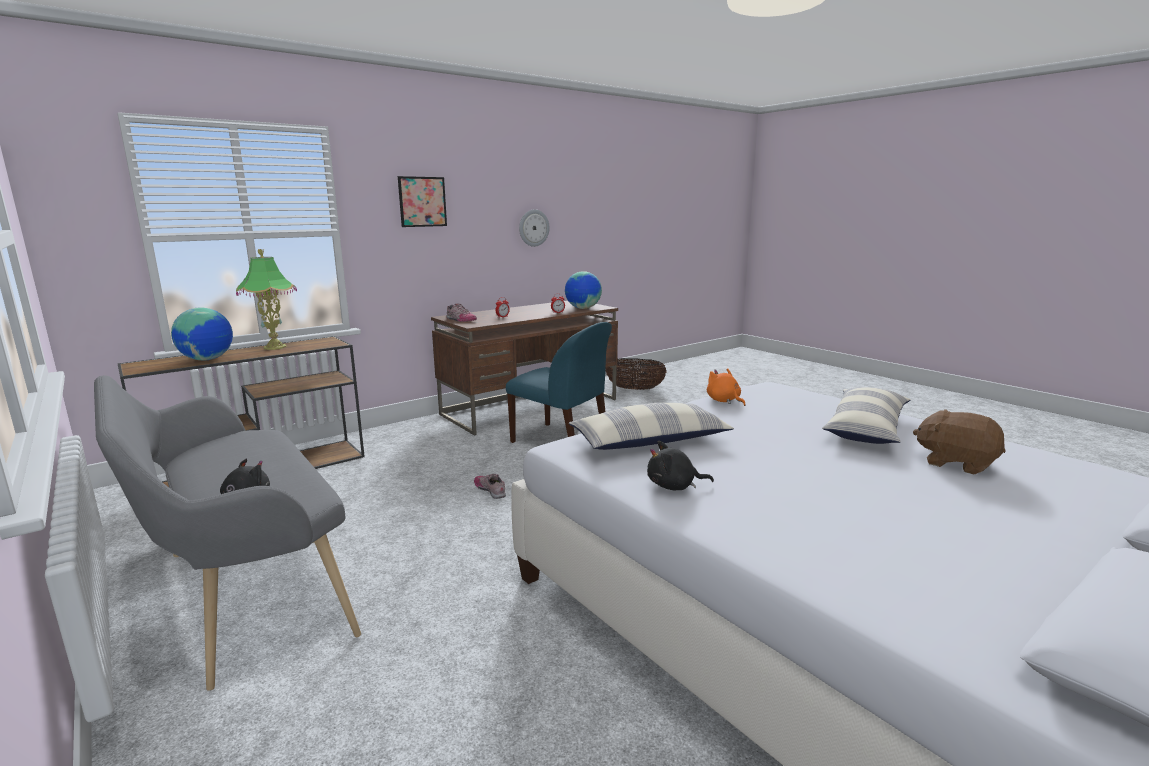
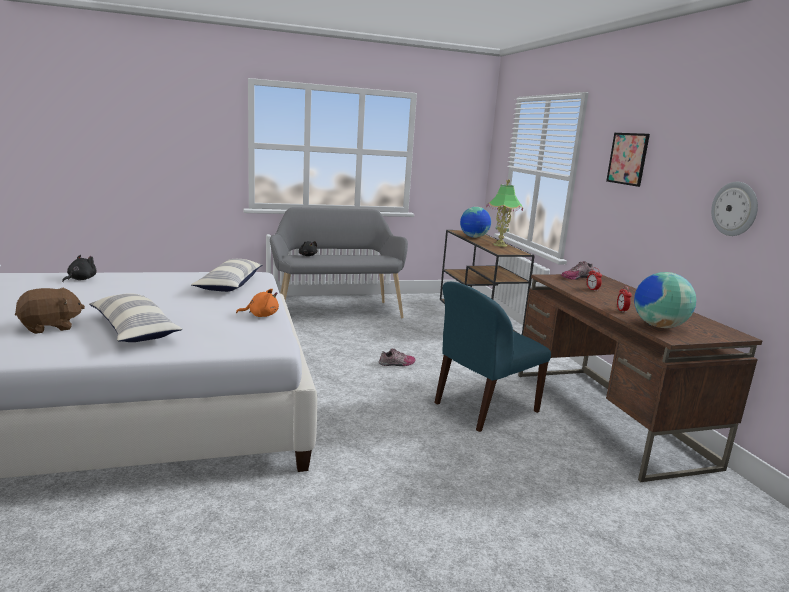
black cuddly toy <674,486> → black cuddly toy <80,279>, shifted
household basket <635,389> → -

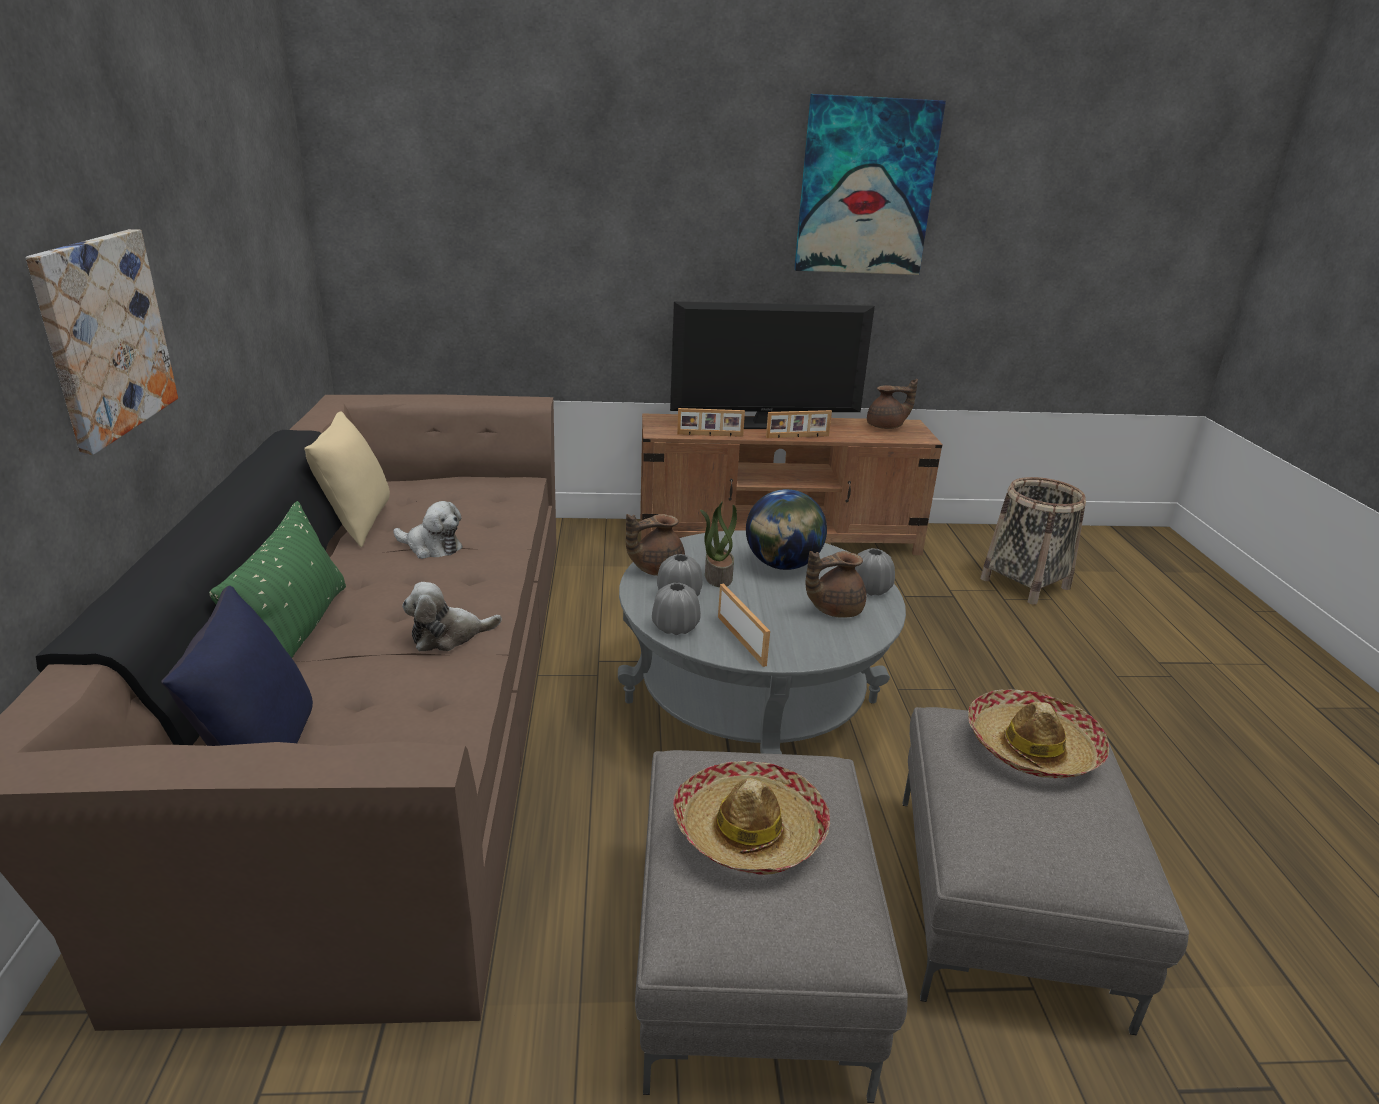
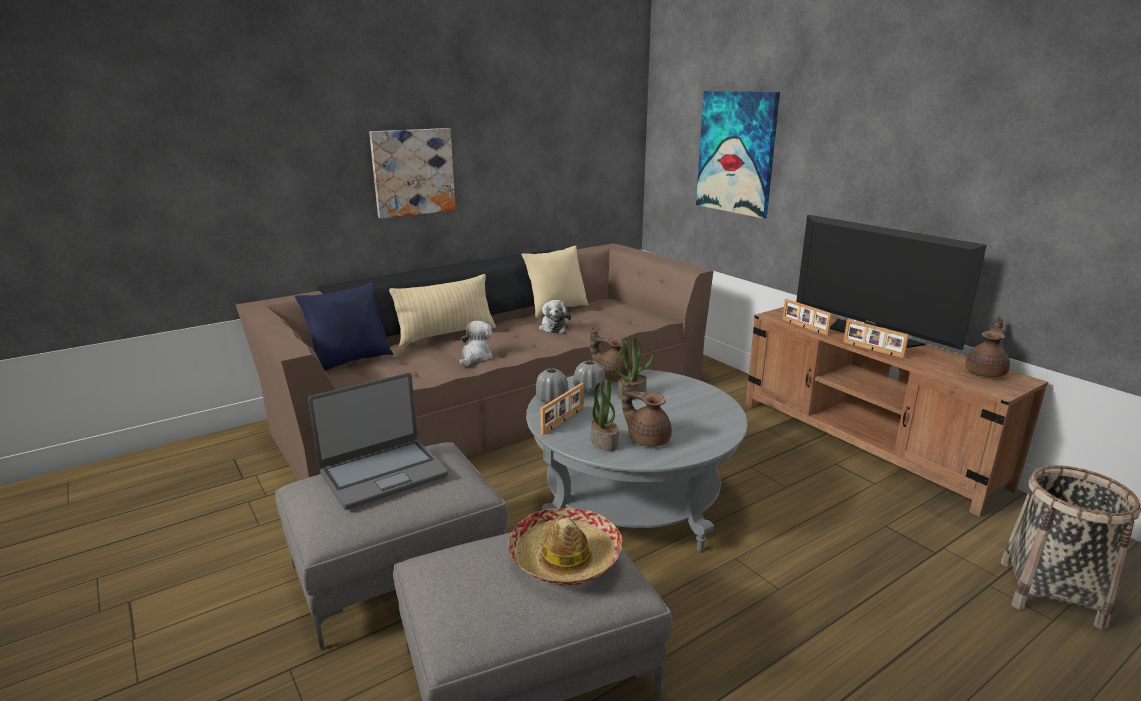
clothing hat <749,830> → laptop <383,474>
greenish cushion <296,634> → sand-coloured cushion <446,334>
cuddly toy <448,636> → cuddly toy <475,357>, 75 degrees clockwise
- → houseplant <603,442>
wall art <866,187> → wall art <736,153>, shifted
brown teapot <886,426> → brown teapot <986,372>, 105 degrees counterclockwise
desk globe <782,565> → -
gray vase <869,589> → -

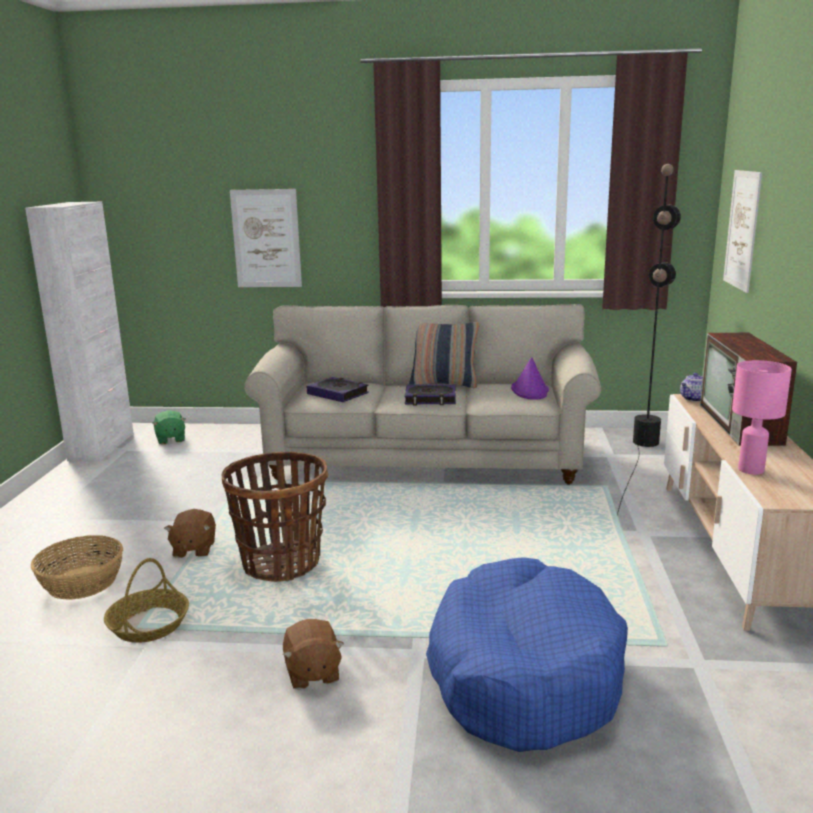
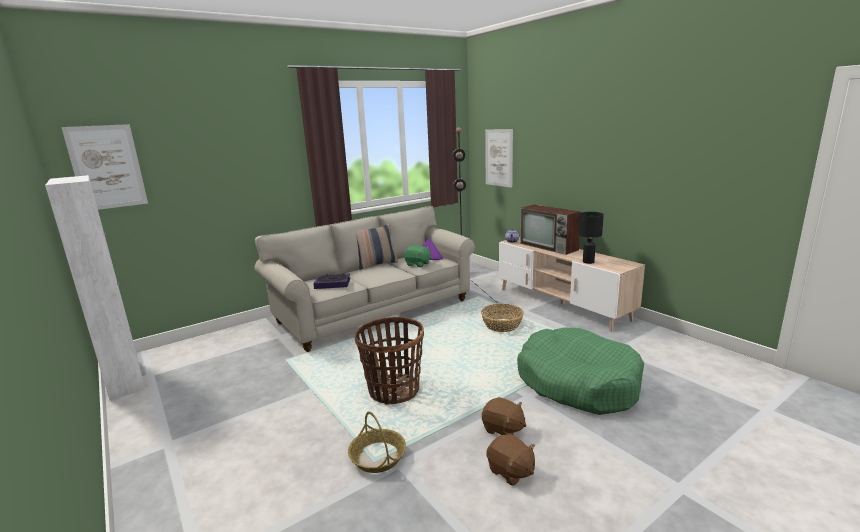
wall art <266,238> → wall art <107,167>, shifted
greenish cuddly toy <170,439> → greenish cuddly toy <418,264>, shifted
household basket <82,582> → household basket <501,325>, shifted
brown cuddly toy <193,549> → brown cuddly toy <510,471>, shifted
blue dog cushion <523,673> → greenish dog cushion <577,382>
pink-coloured tabletop lamp <751,469> → black tabletop lamp <588,262>
volume <430,399> → -

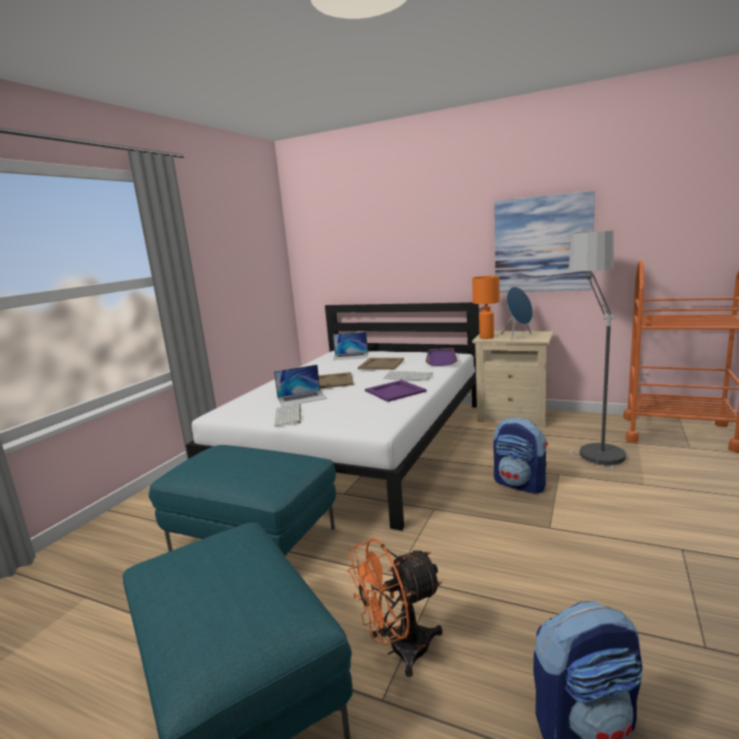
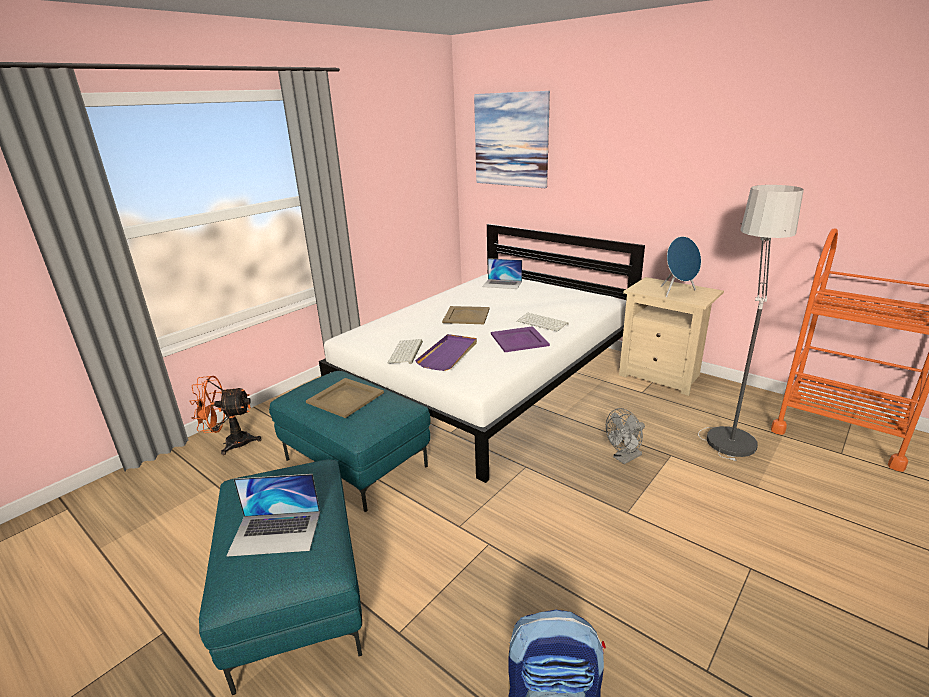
orangey cooling fan <399,650> → orangey cooling fan <231,443>, shifted
laptop <302,398> → laptop <276,532>, shifted
sand-coloured tray <381,364> → sand-coloured tray <346,397>, shifted
purple tray <441,359> → purple tray <448,354>, shifted
wall art <542,244> → wall art <511,140>, shifted
knapsack <520,484> → gray cooling fan <624,458>
orangey tabletop lamp <486,337> → -

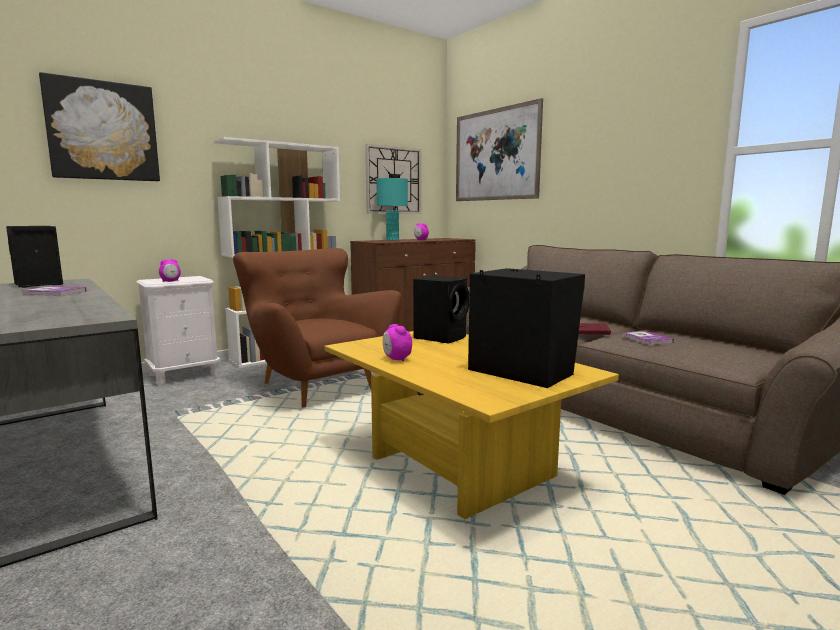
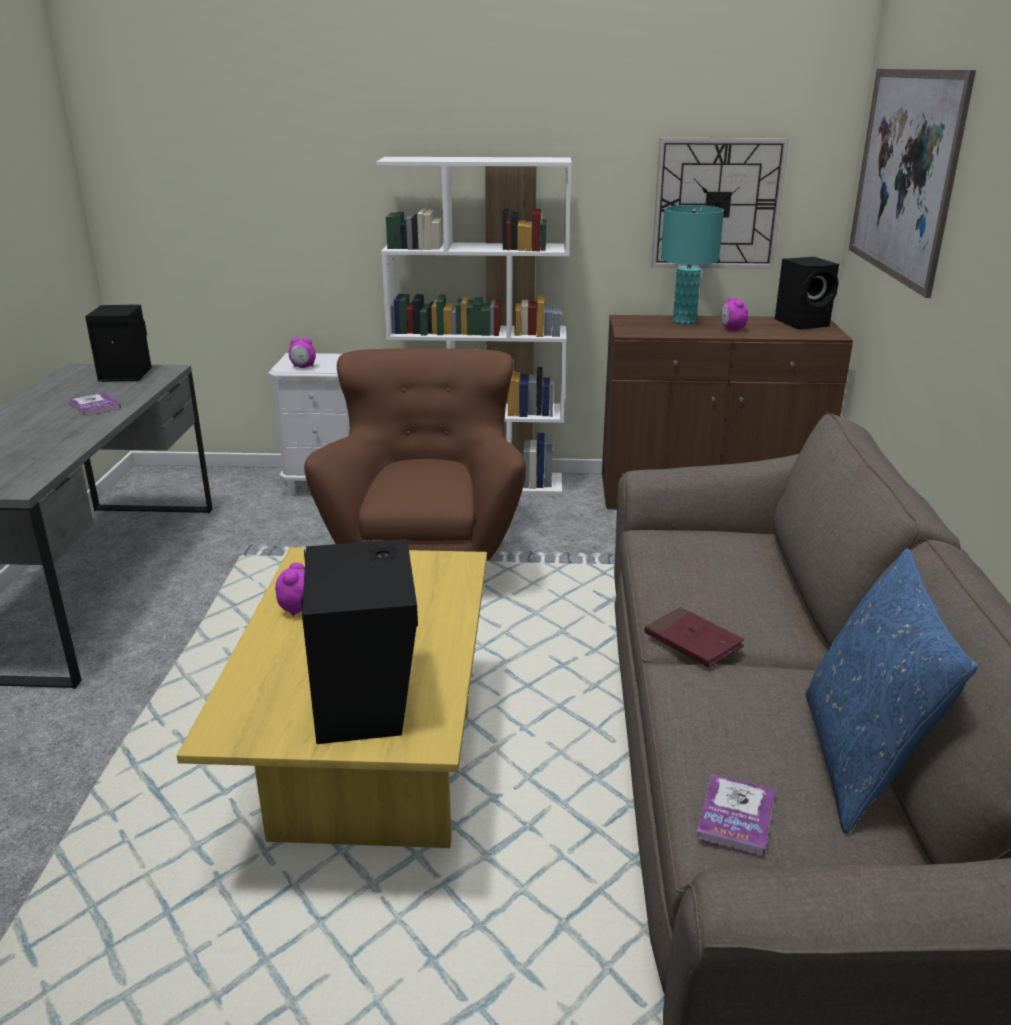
volume <647,339> → volume <736,816>, shifted
black loudspeaker <441,337> → black loudspeaker <803,323>, shifted
- → blue cushion <861,761>
wall art <103,131> → -

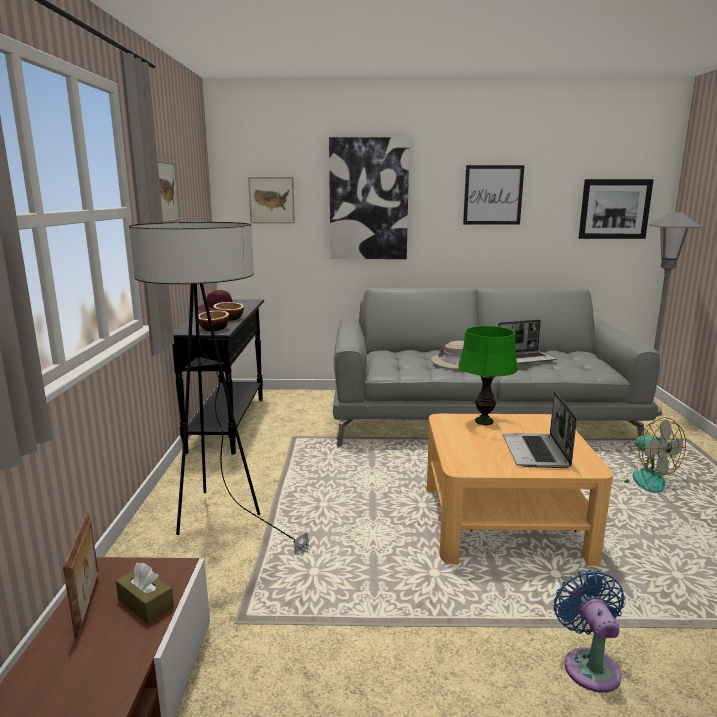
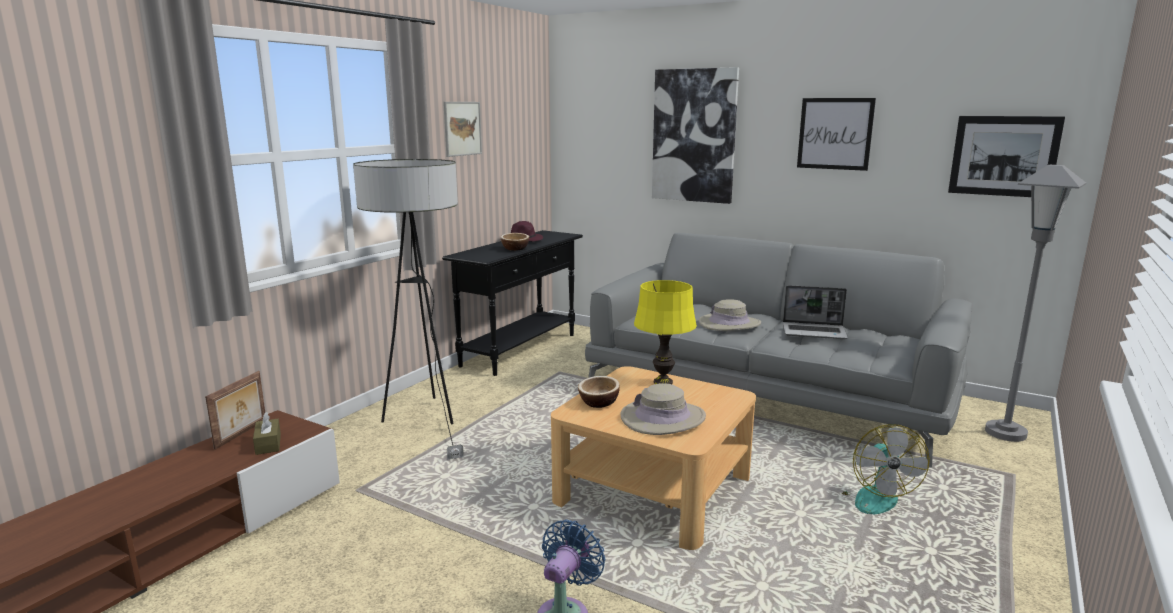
bowl <214,329> → bowl <598,402>, shifted
laptop <536,452> → sand-coloured clothing hat <662,418>
greenish tabletop lamp <484,421> → yellow-coloured tabletop lamp <663,382>
wall art <271,200> → -

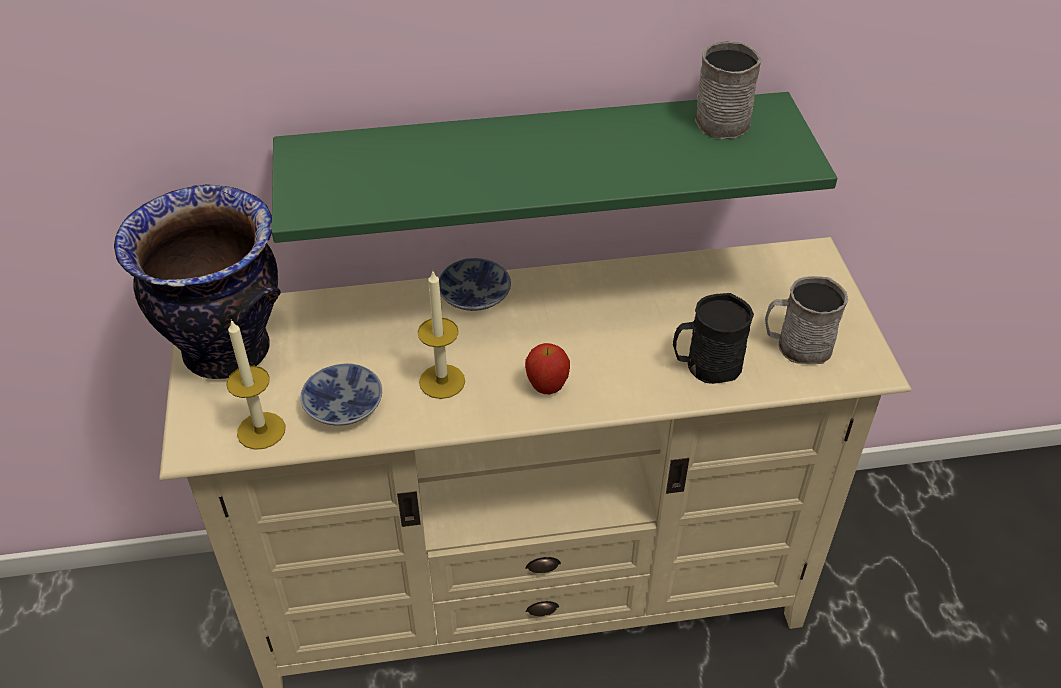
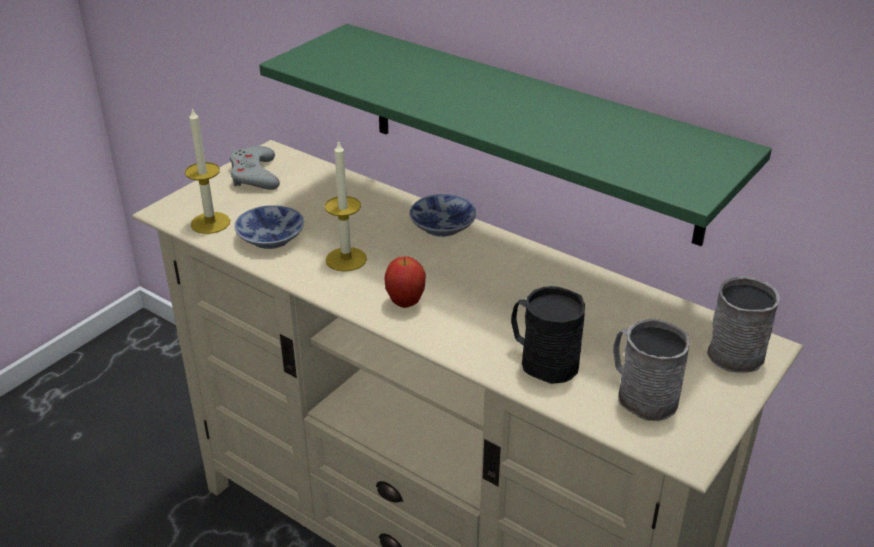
vase <225,352> → gray game controller <255,175>
gray mug <720,117> → gray mug <739,350>, shifted

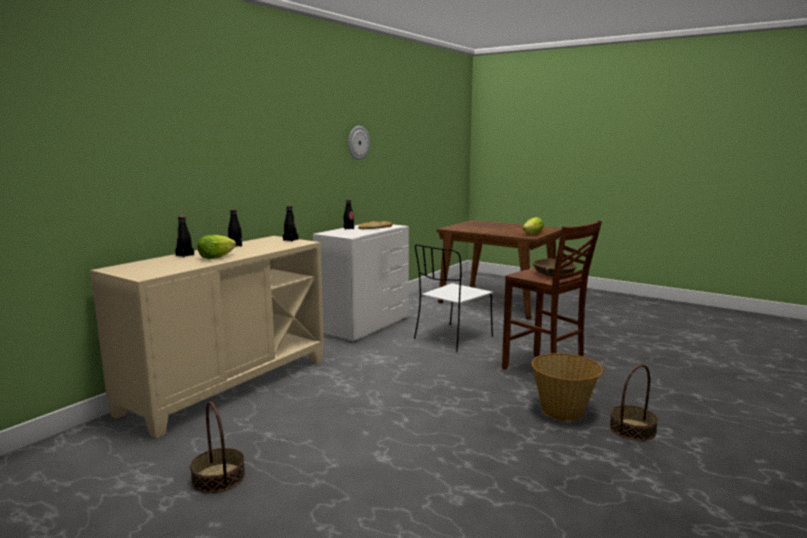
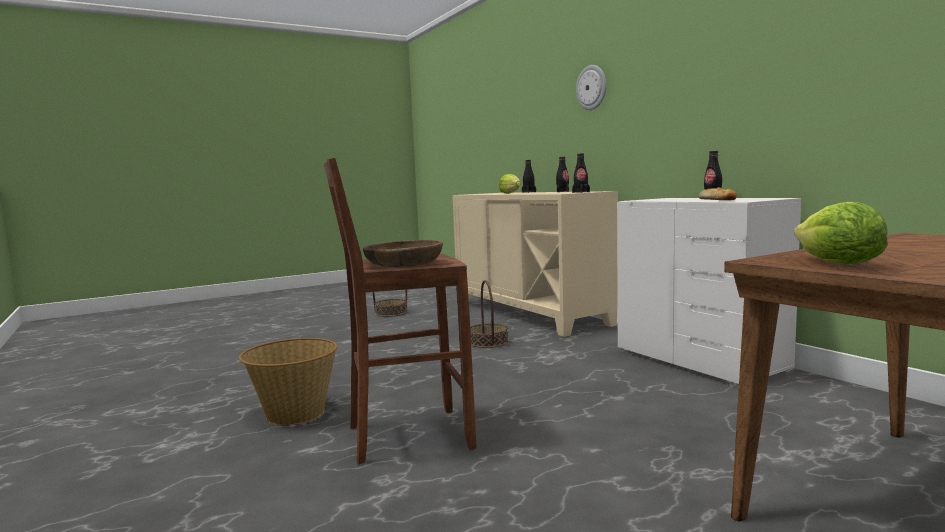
household basket <632,429> → household basket <488,342>, shifted
clock on the wall <358,143> → clock on the wall <592,87>, shifted
white chair <452,338> → -

